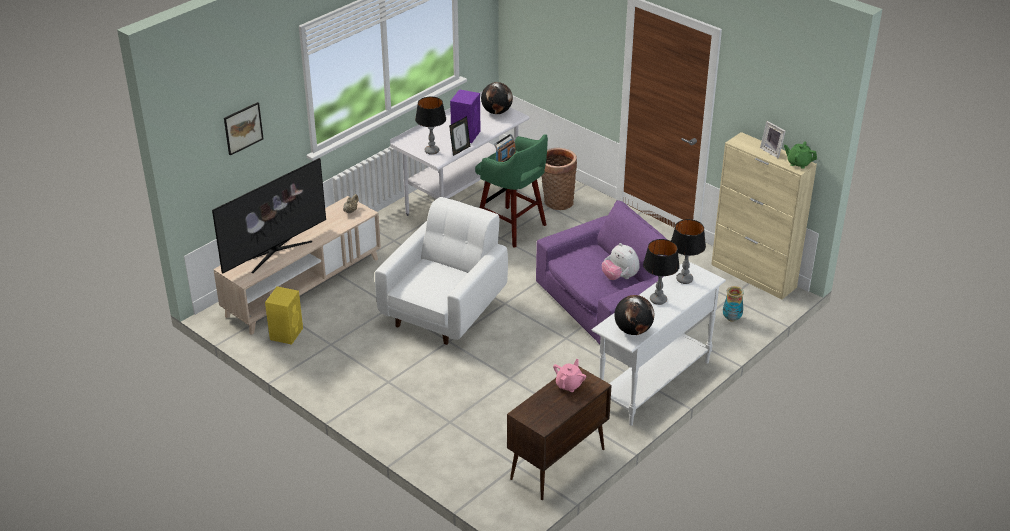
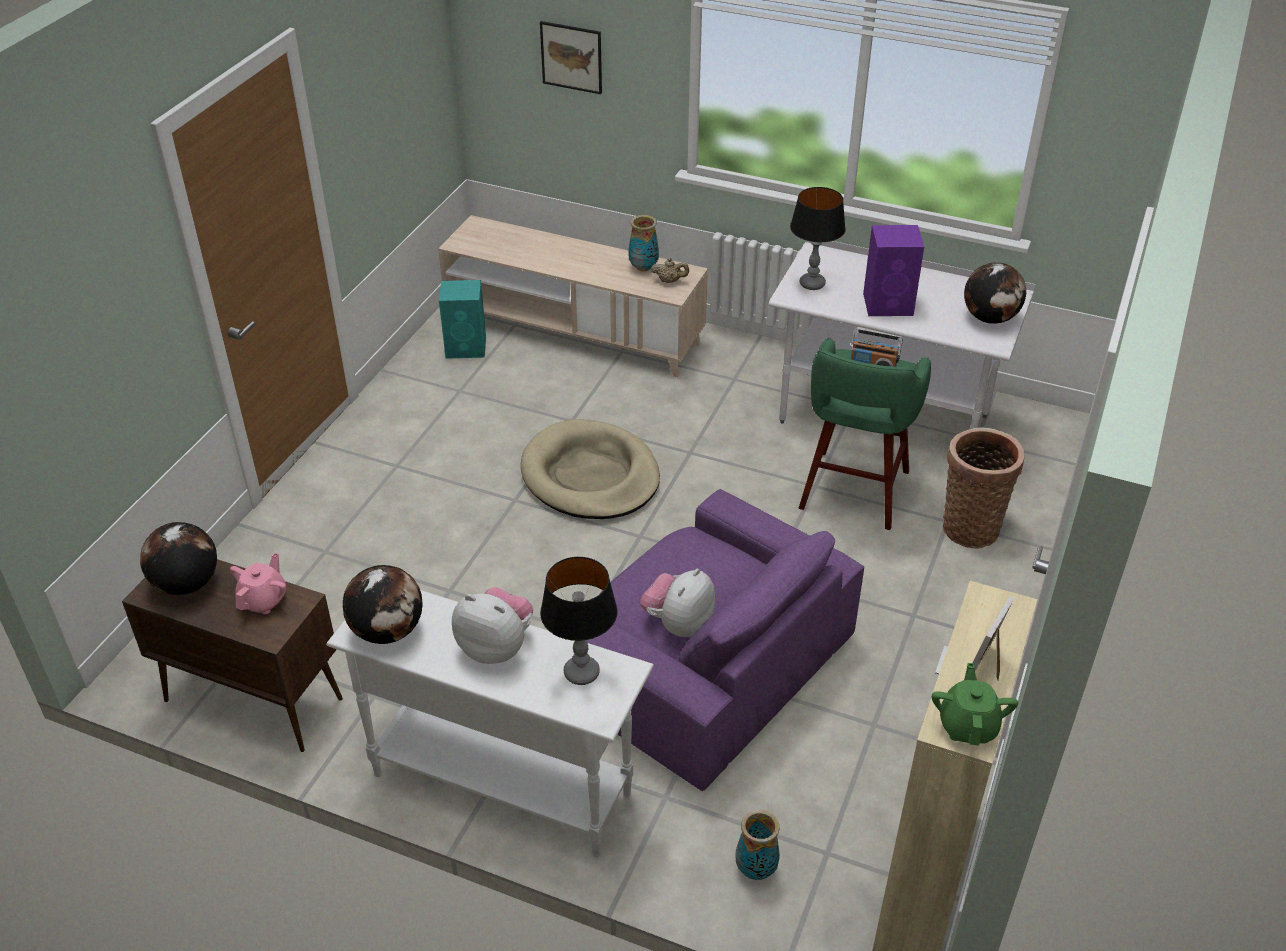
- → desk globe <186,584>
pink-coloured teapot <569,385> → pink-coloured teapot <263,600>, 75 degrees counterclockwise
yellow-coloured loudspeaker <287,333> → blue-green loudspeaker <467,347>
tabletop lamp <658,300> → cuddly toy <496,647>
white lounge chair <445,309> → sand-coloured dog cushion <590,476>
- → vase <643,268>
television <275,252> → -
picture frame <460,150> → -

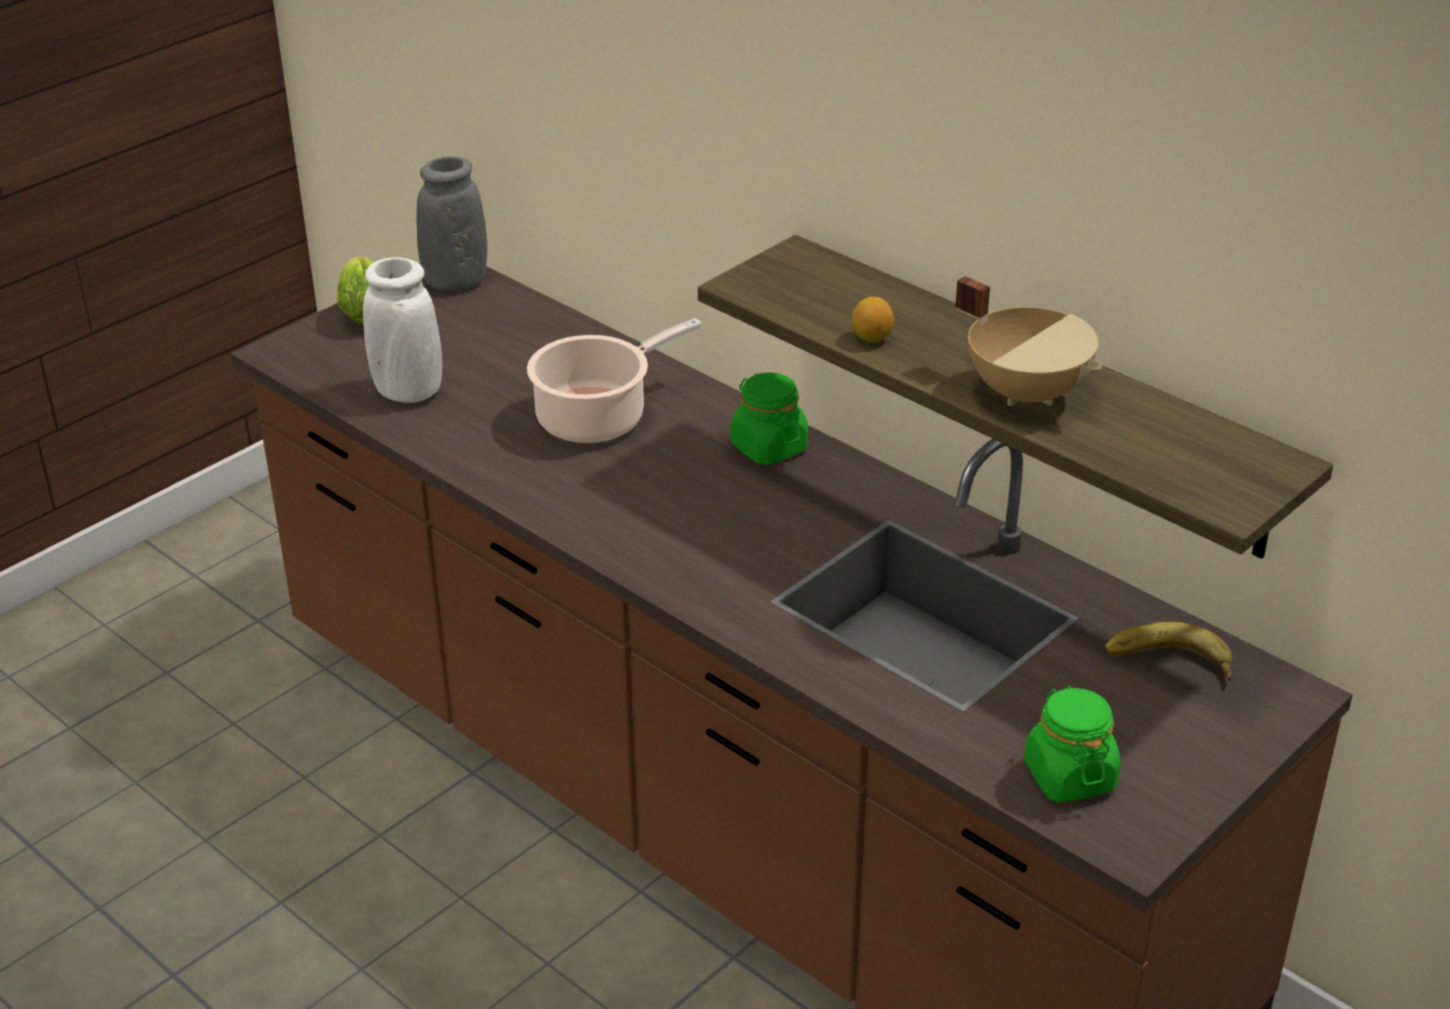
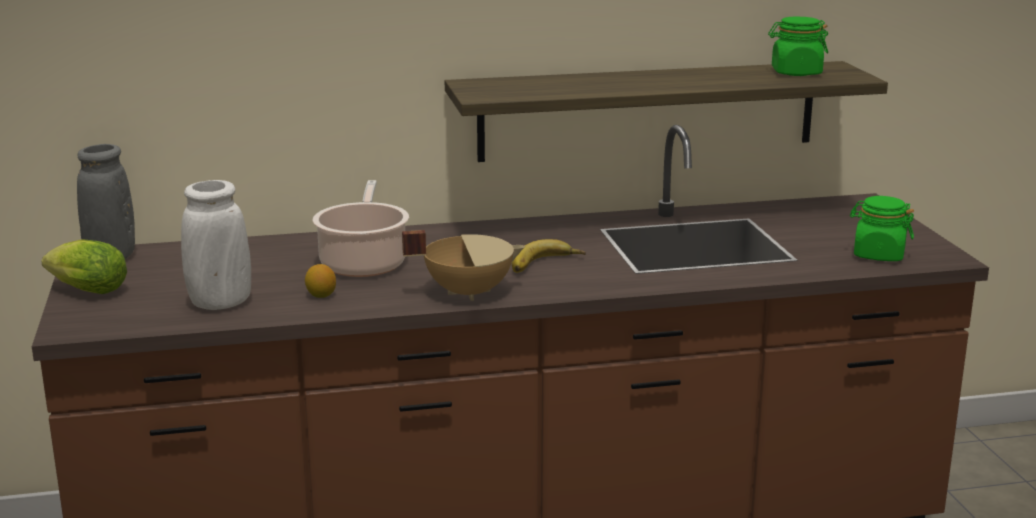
lemon <871,338> → lemon <321,295>, shifted
sand-coloured cooking pot <1027,392> → sand-coloured cooking pot <468,292>, shifted
banana <1168,664> → banana <546,265>, shifted
greenish preserve jar <768,447> → greenish preserve jar <796,73>, shifted

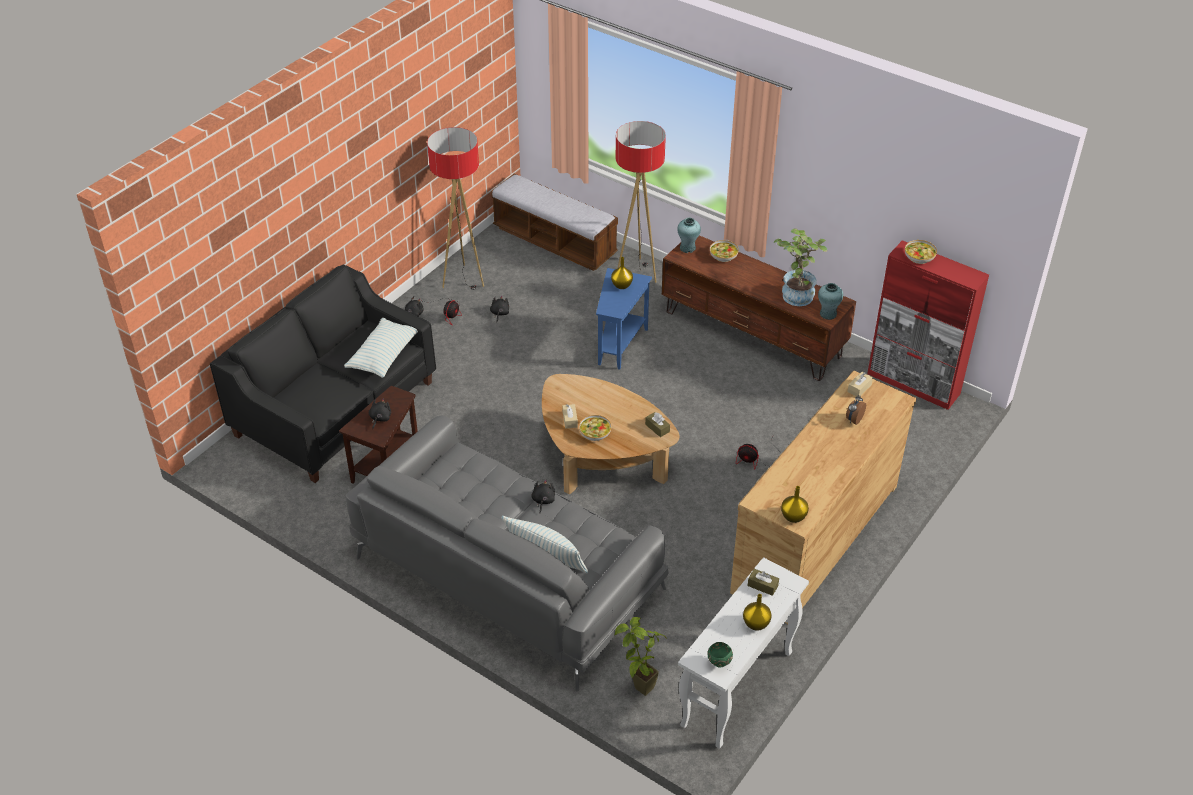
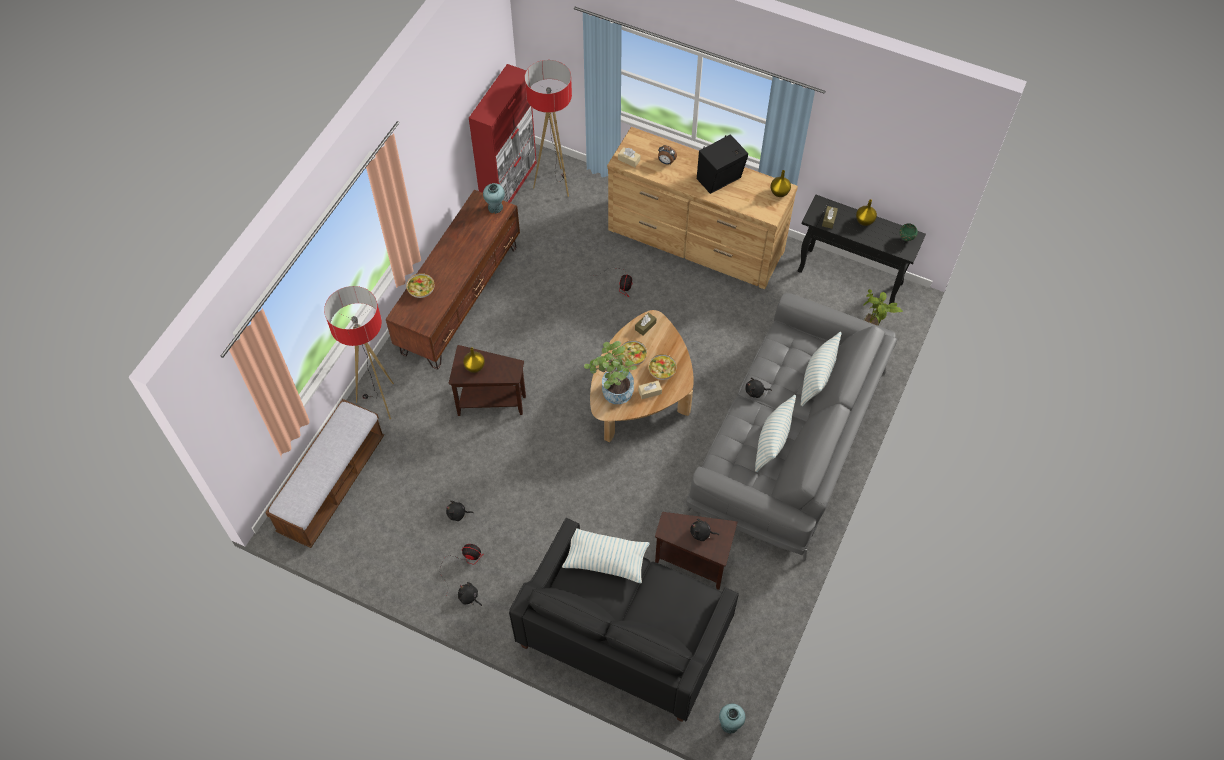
blue side table <619,343> → brown side table <489,401>
floor lamp <463,280> → floor lamp <554,184>, shifted
houseplant <796,293> → houseplant <613,393>, shifted
bowl <919,257> → bowl <633,357>, shifted
- → black loudspeaker <720,179>
blue-green vase <687,248> → blue-green vase <729,724>, shifted
- → cushion <772,442>
white hall table <737,690> → black hall table <851,277>

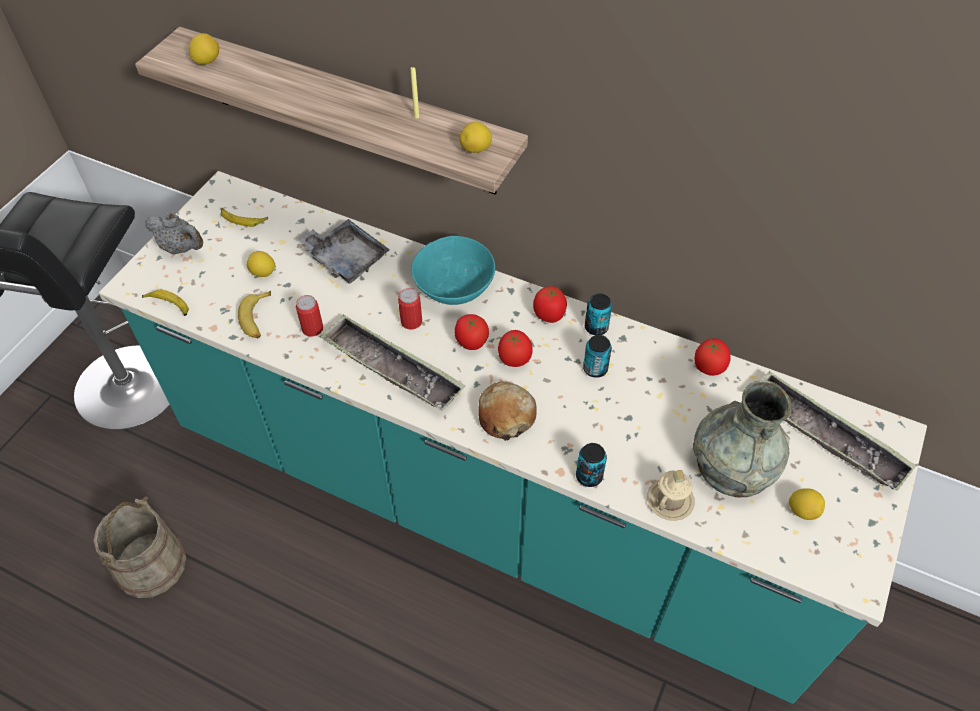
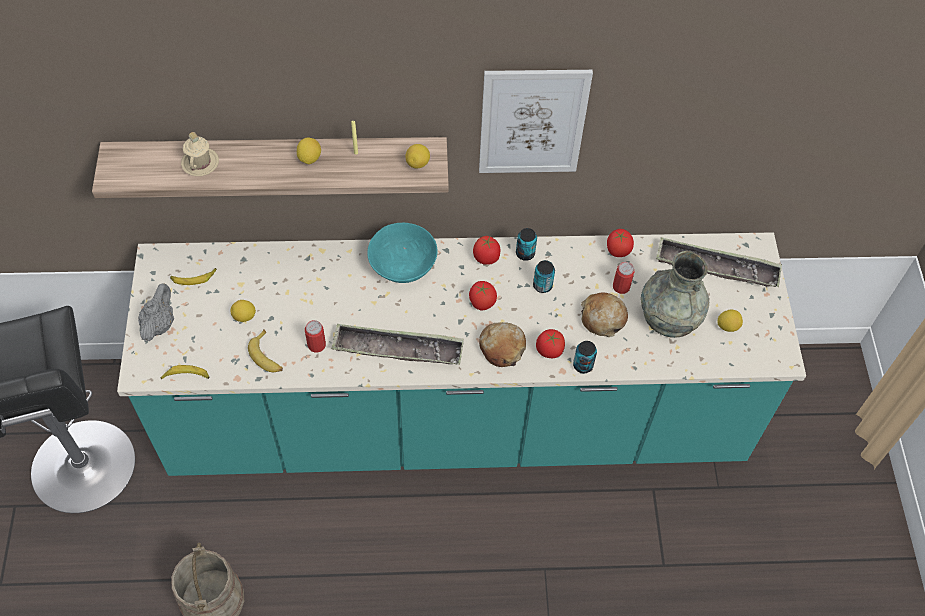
gray teapot <181,248> → gray teapot <159,324>, 75 degrees counterclockwise
sand-coloured mug <670,500> → sand-coloured mug <200,163>, shifted
lemon <207,61> → lemon <309,158>, shifted
- → wall art <532,122>
fresh tomato <471,342> → fresh tomato <549,351>, shifted
- → bread <602,318>
metal can <411,321> → metal can <621,287>, shifted
gray tray <346,258> → -

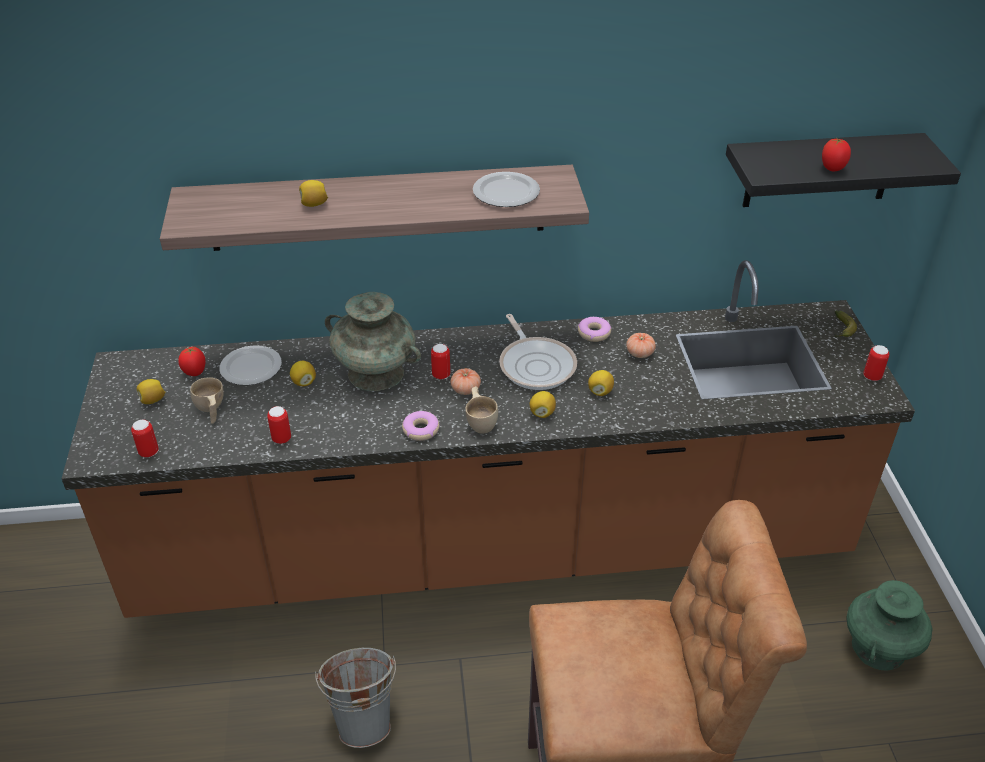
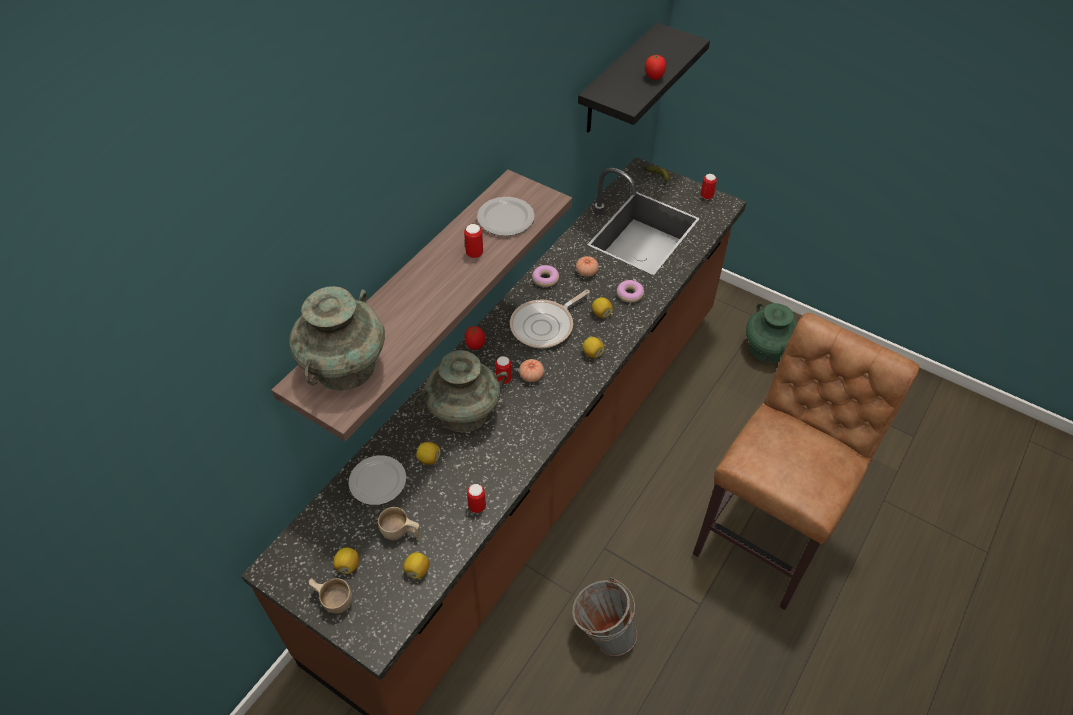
- → blue-green vase <345,366>
sand-coloured cup <481,421> → sand-coloured cup <333,599>, shifted
lemon <314,204> → lemon <417,570>, shifted
metal can <149,452> → metal can <474,253>, shifted
fresh tomato <195,373> → fresh tomato <475,346>, shifted
skillet <536,365> → skillet <545,326>, 120 degrees clockwise
doughnut <420,430> → doughnut <629,294>, shifted

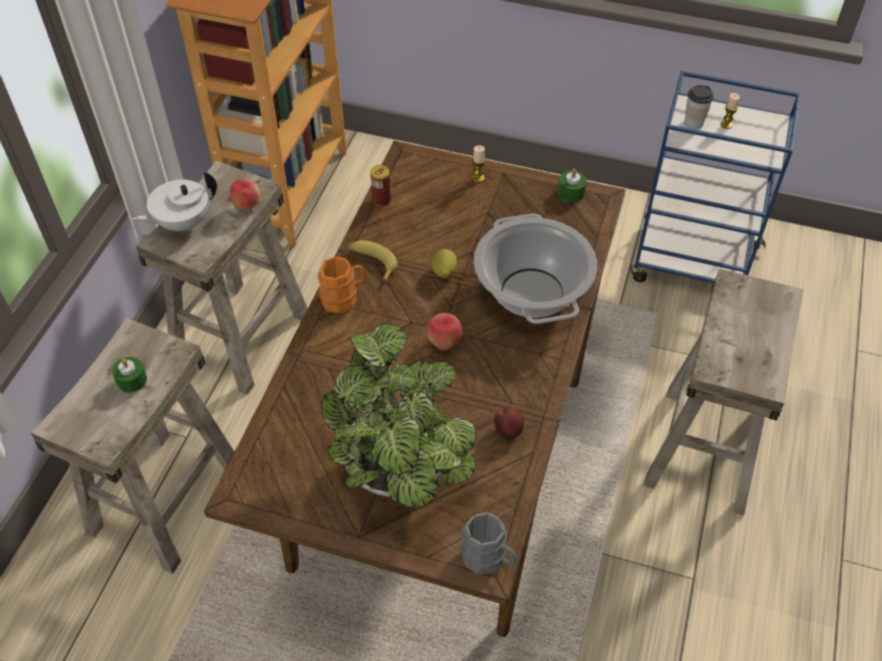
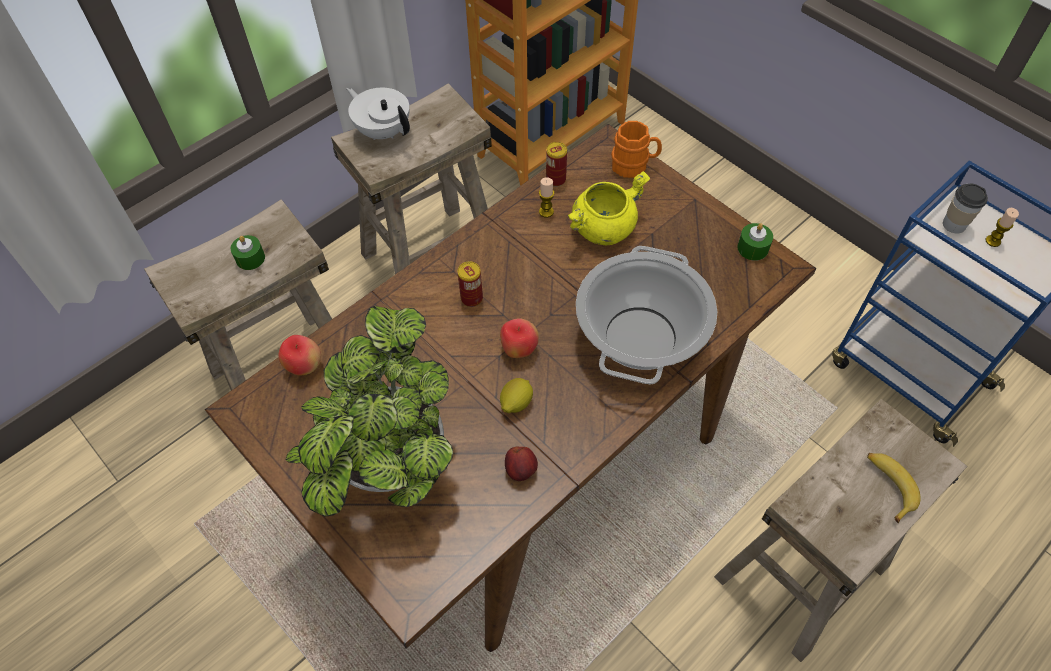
apple <247,206> → apple <304,366>, shifted
white teapot <182,223> → white teapot <383,131>, 45 degrees clockwise
- → metal can <471,298>
lemon <444,272> → lemon <516,403>, shifted
candle <478,178> → candle <546,212>, shifted
- → yellow-coloured cooking pot <603,228>
orangey mug <344,298> → orangey mug <634,165>, shifted
banana <372,262> → banana <888,486>, shifted
gray mug <488,559> → -

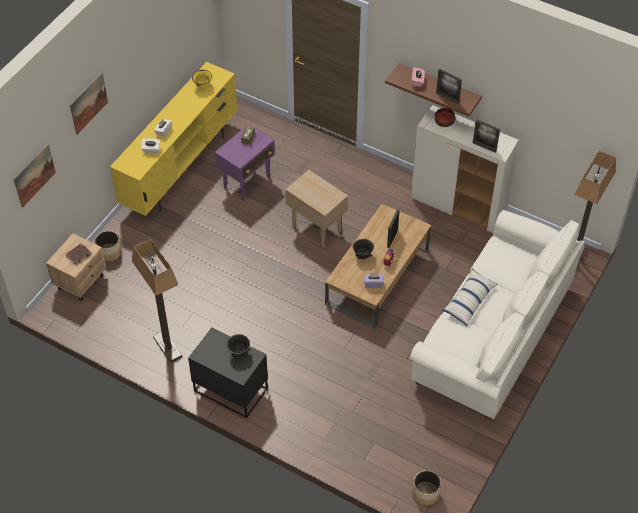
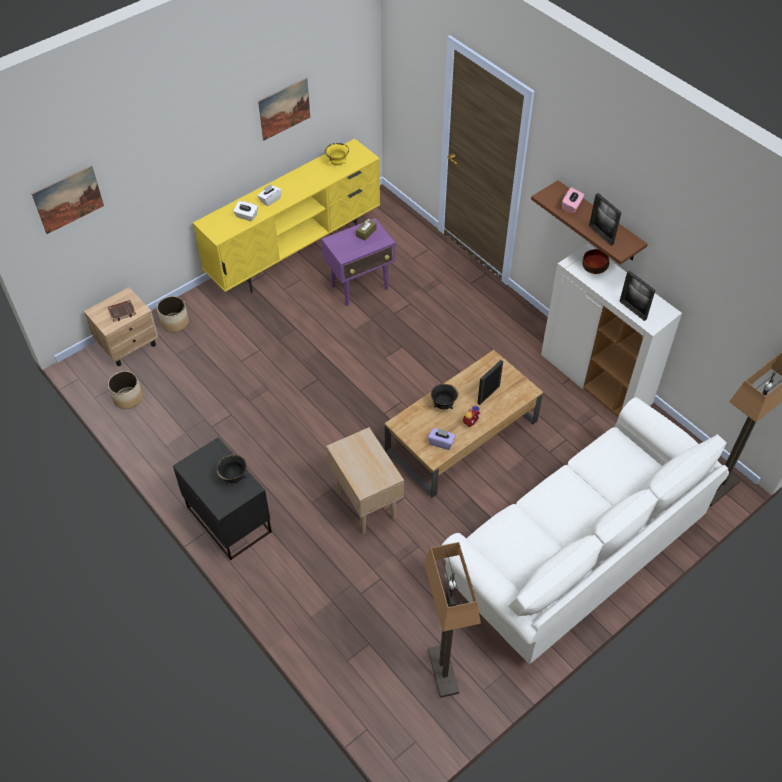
planter <425,494> → planter <127,398>, shifted
wall art <88,103> → wall art <284,109>, shifted
sand-coloured side table <316,228> → sand-coloured side table <366,504>, shifted
floor lamp <167,347> → floor lamp <442,671>, shifted
cushion <469,301> → -

